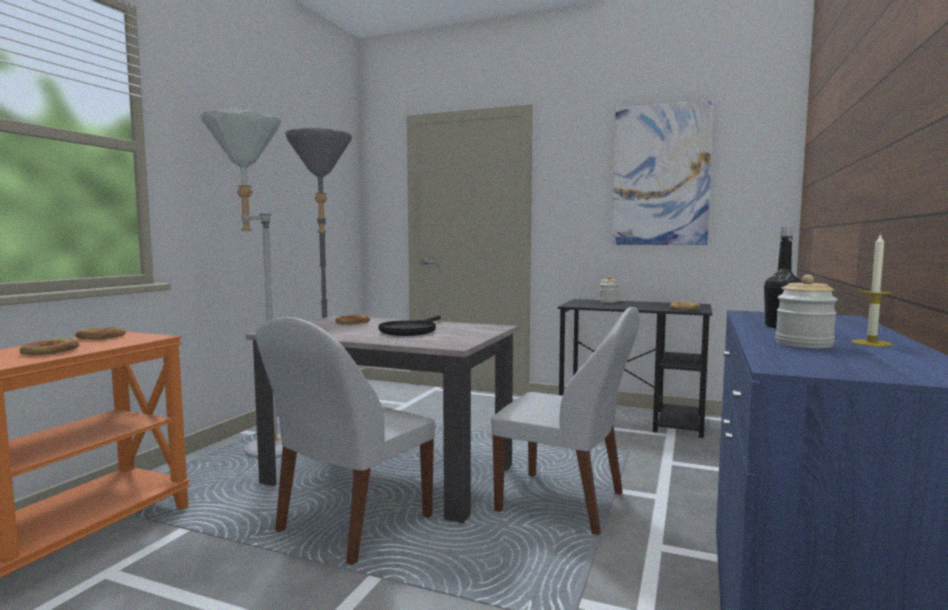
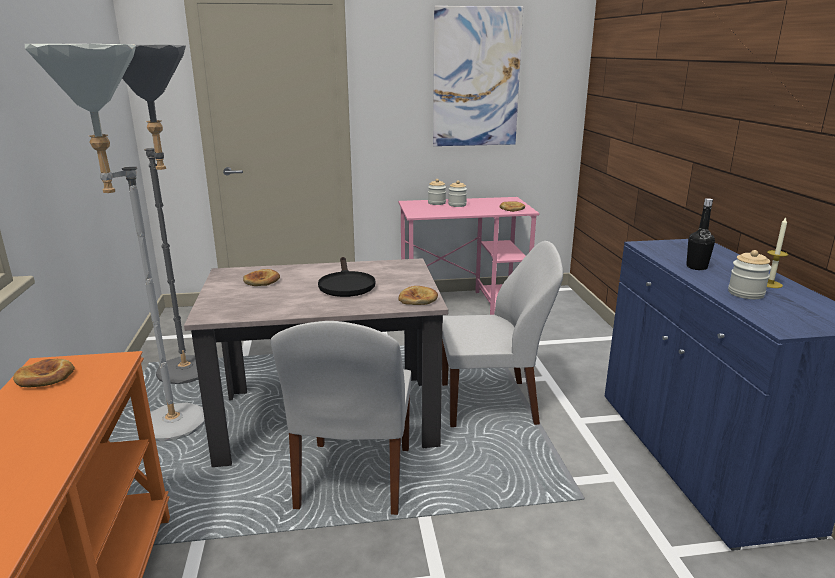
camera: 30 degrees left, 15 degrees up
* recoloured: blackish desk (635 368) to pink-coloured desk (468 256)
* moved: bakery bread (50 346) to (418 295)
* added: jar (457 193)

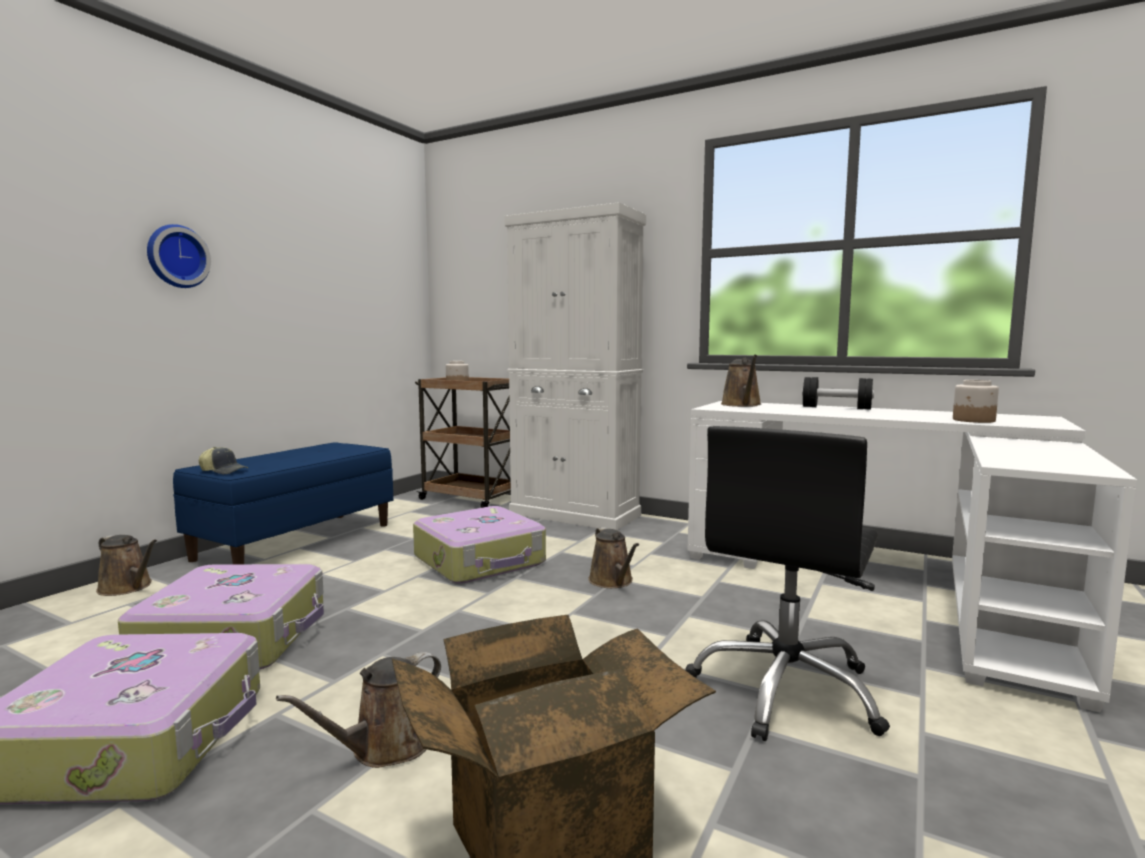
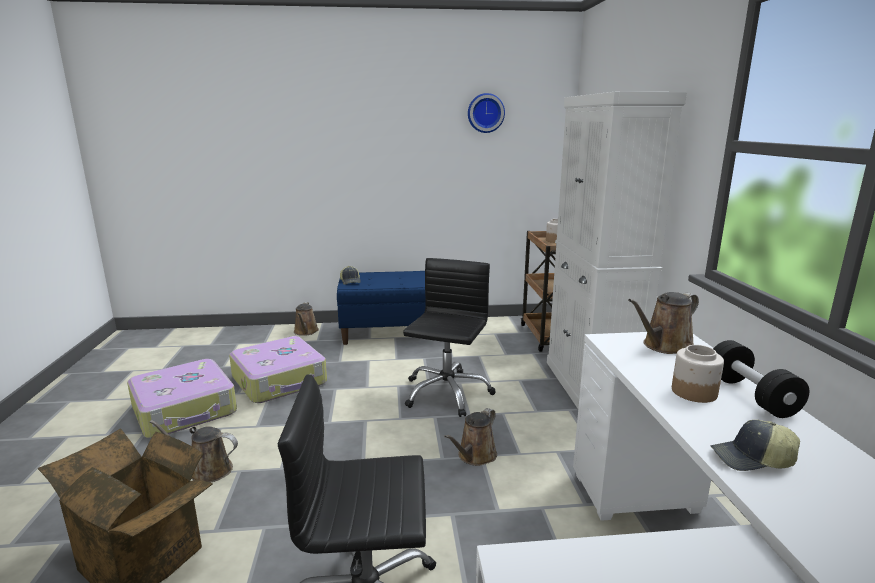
camera: 55 degrees right, 10 degrees up
* replaced: suitcase (479 545) to blackish desk chair (449 337)
* moved: clock on the wall (179 256) to (486 113)
* moved: jar (976 401) to (698 374)
* added: cap (755 445)

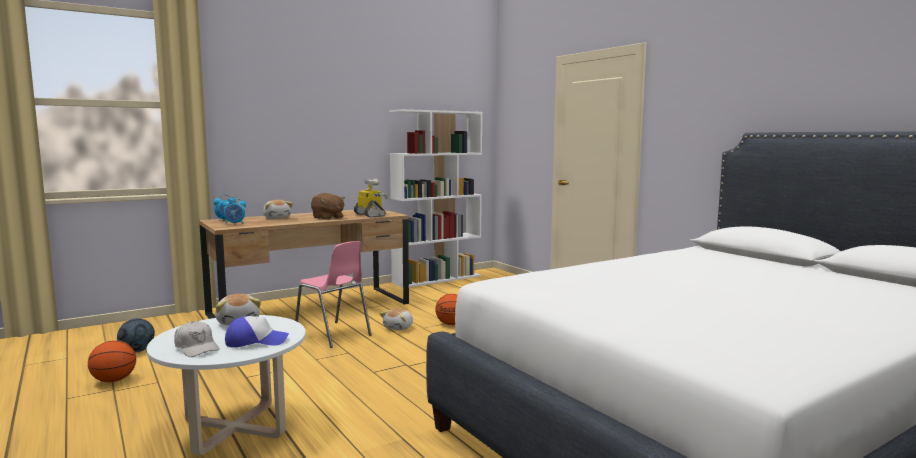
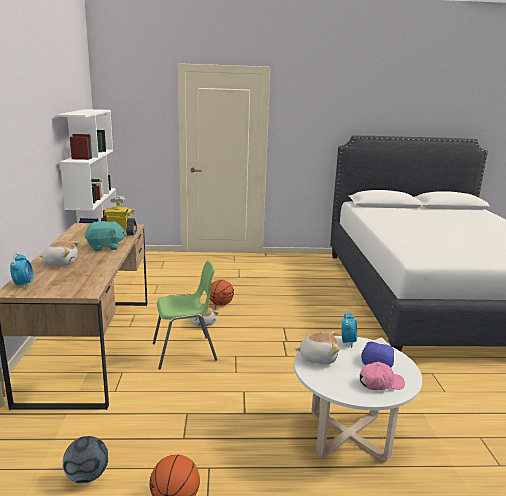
camera: 60 degrees left, 10 degrees up
* recoloured: brown-coloured cuddly toy (328 206) to turquoise-coloured cuddly toy (106 236)
* recoloured: pink-coloured chair (333 294) to green chair (185 315)
* moved: table clock (234 211) to (349 330)
* recoloured: white-coloured cap (197 339) to pink-coloured cap (382 376)

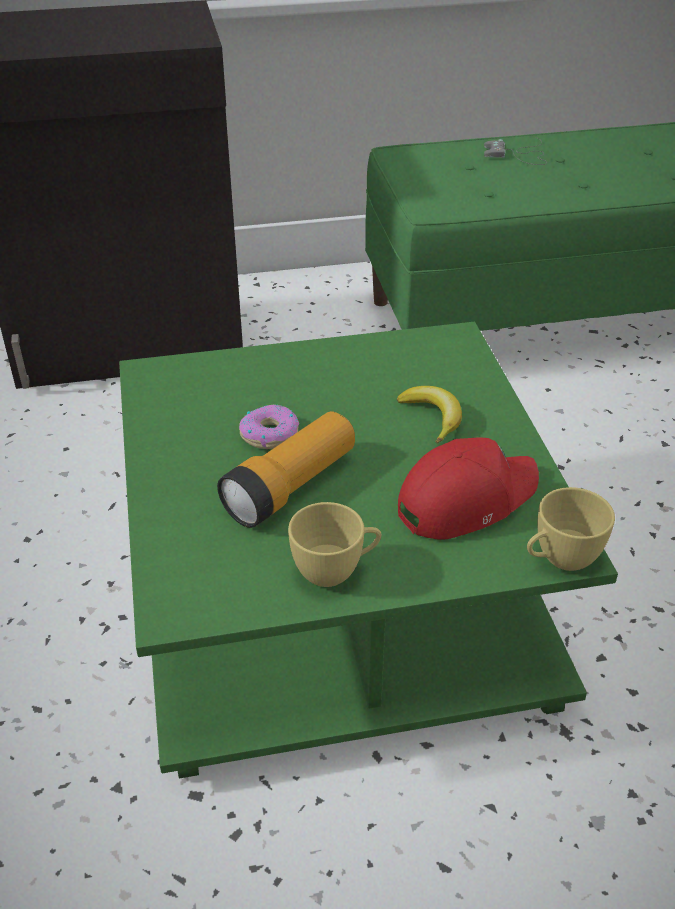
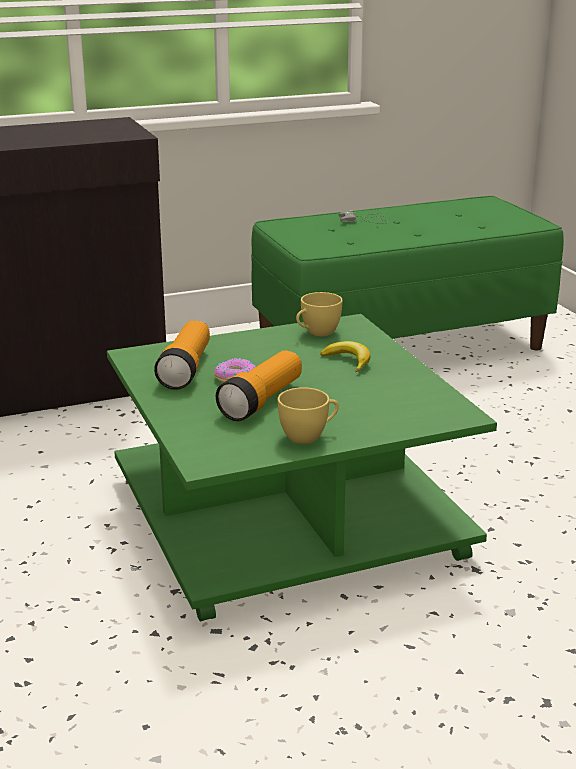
camera: 10 degrees left, 15 degrees down
* added: hand torch (182 355)
* moved: yellow cup (571 529) to (319 314)
* removed: reddish cap (468 488)

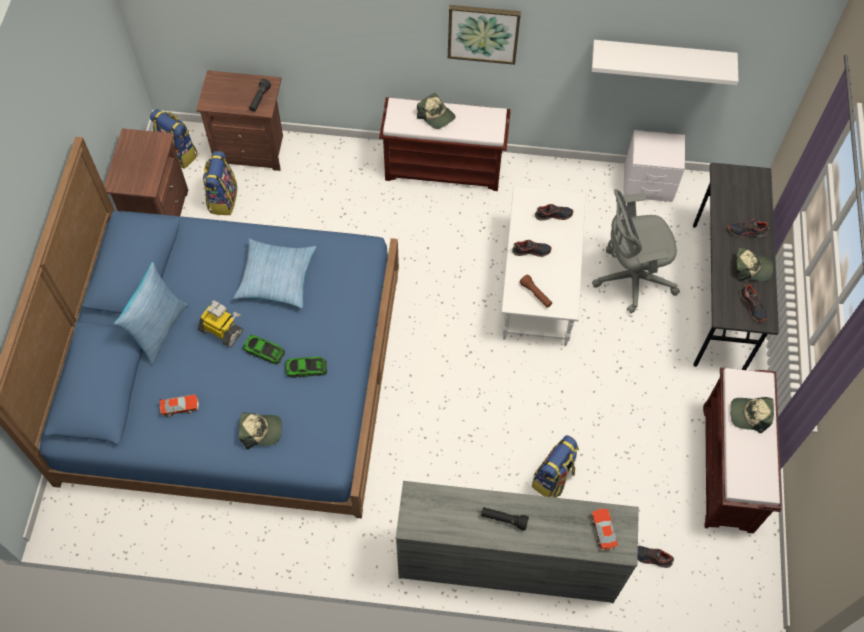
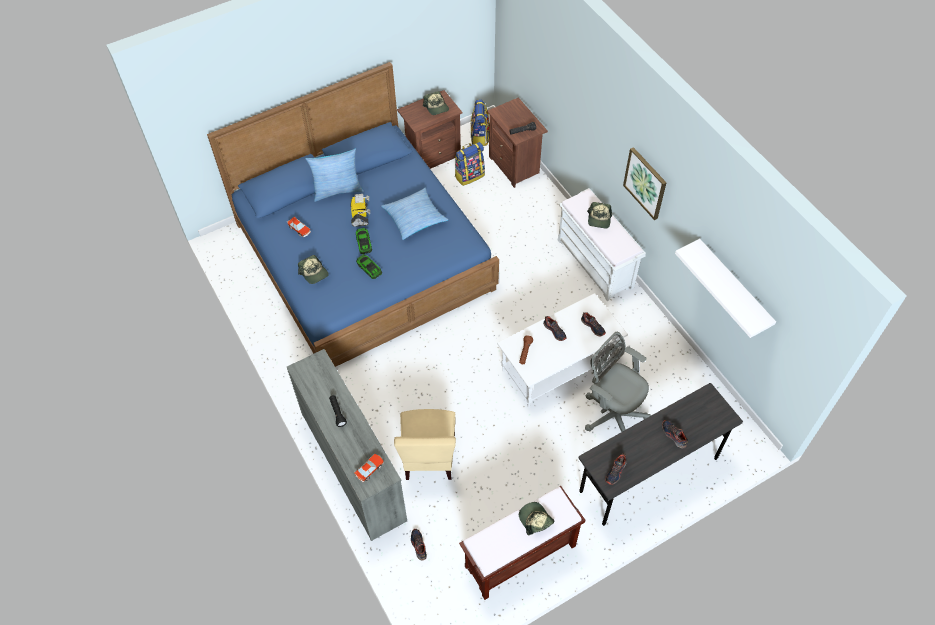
camera: 55 degrees right, 5 degrees down
* replaced: rucksack (555 466) to sand-coloured chair (425 444)
* moved: cap (754 264) to (436 103)
* recoloured: brown-coloured long seat (444 144) to white-coloured long seat (602 244)
* removed: white-coloured night table (654 166)

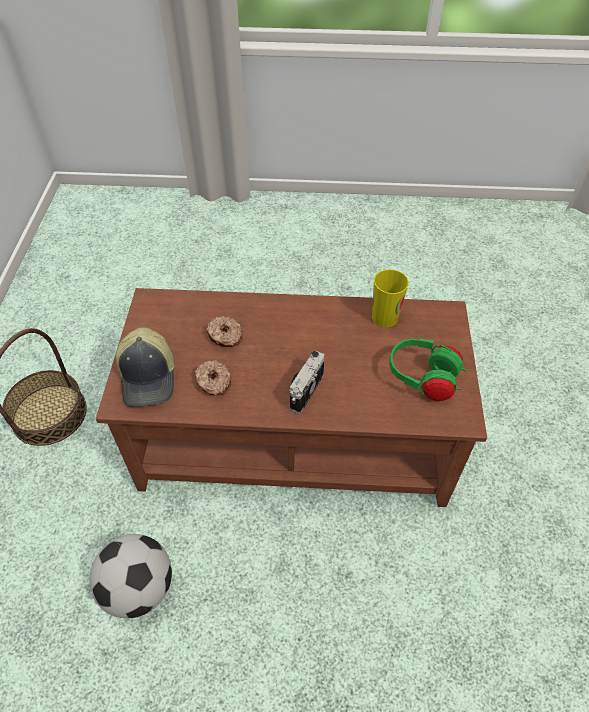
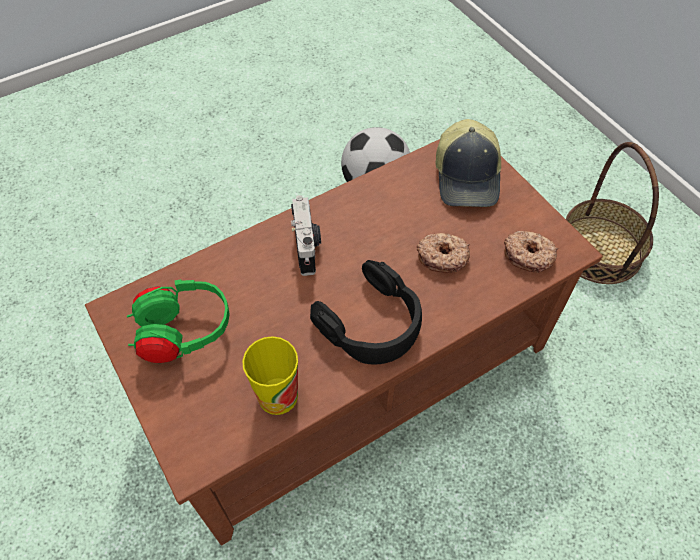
camera: 145 degrees right, 5 degrees up
* added: blackish pair of headphones (366 312)
* turned: cap (145 367) = (468 163) 135 degrees counterclockwise
* moved: donut (212 378) to (531 251)

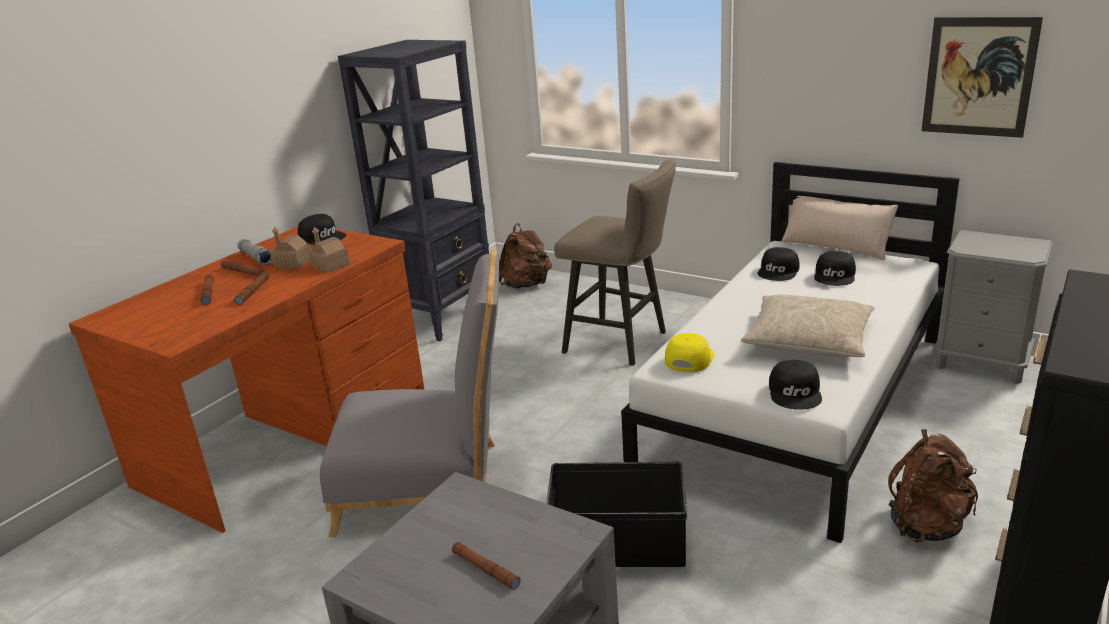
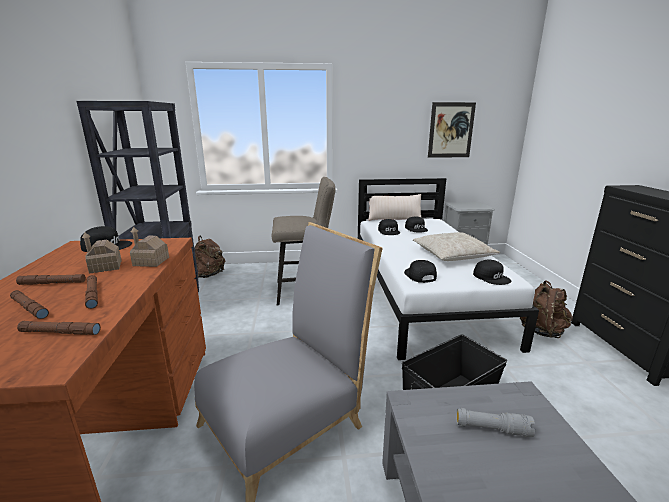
camera: 40 degrees left, 5 degrees down
* moved: brown-coloured hand torch (486 566) to (59 328)
* recoloured: yellow cap (690 352) to blackish cap (420 271)
* moved: greyish hand torch (255 252) to (495 422)

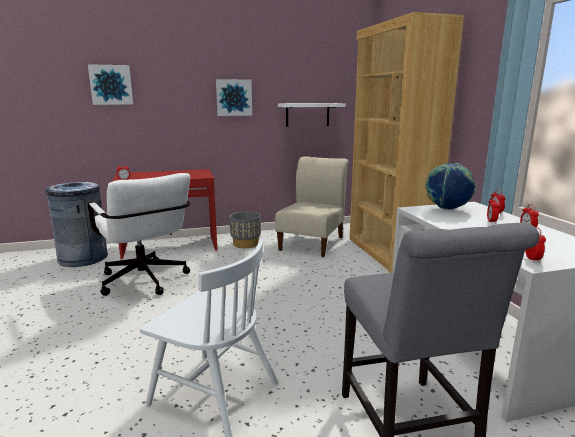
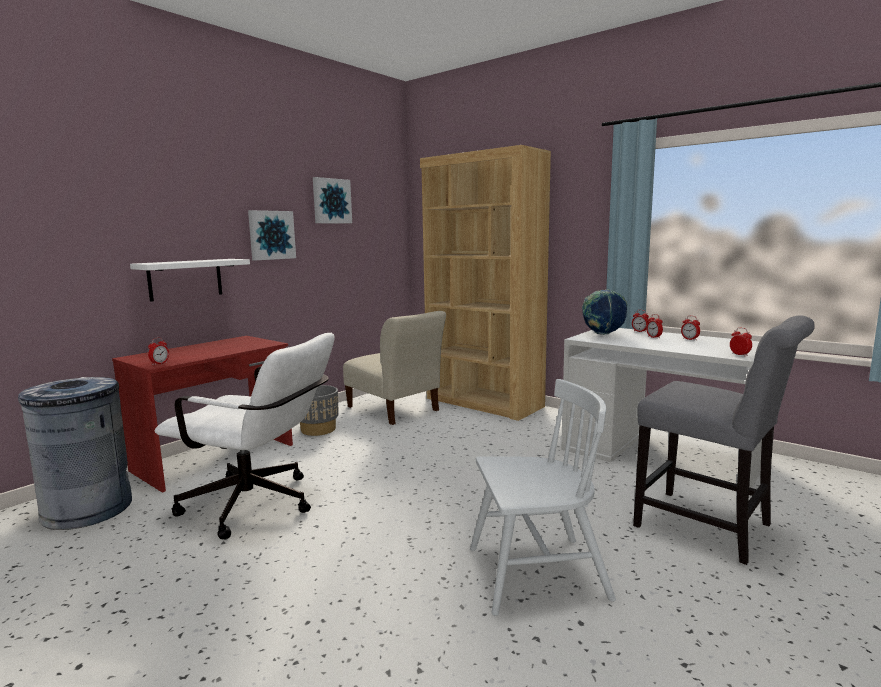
camera: 35 degrees left, 5 degrees down
* moved: white-coloured wall shelf (312 115) to (190 280)
* moved: picture (110 84) to (332 200)
* turned: sand-coloured chair (312 206) = (394 368) 150 degrees clockwise

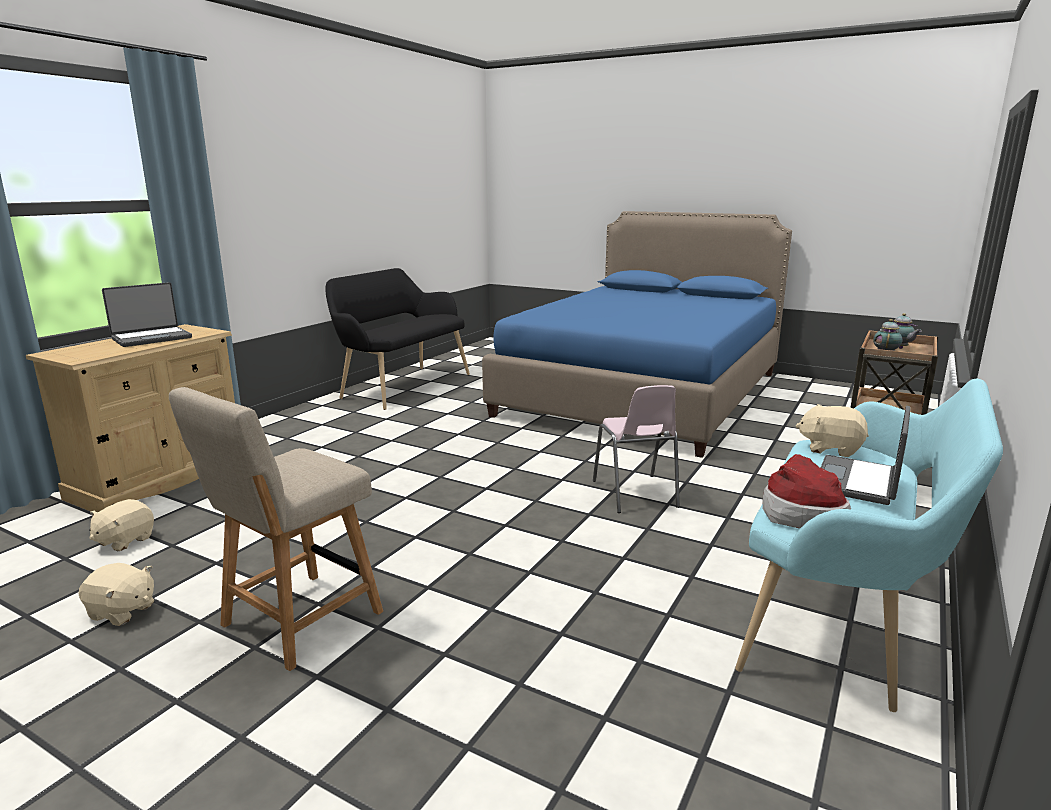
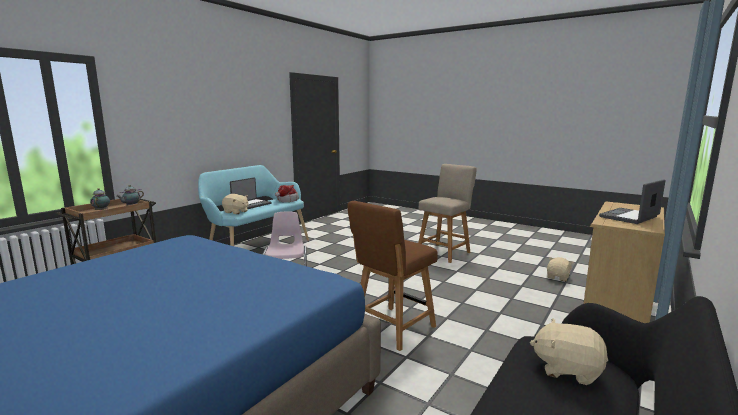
camera: 175 degrees left, 5 degrees down
* added: brown-coloured chair (392 276)
* moved: sand-coloured cuddly toy (116 594) to (569 351)

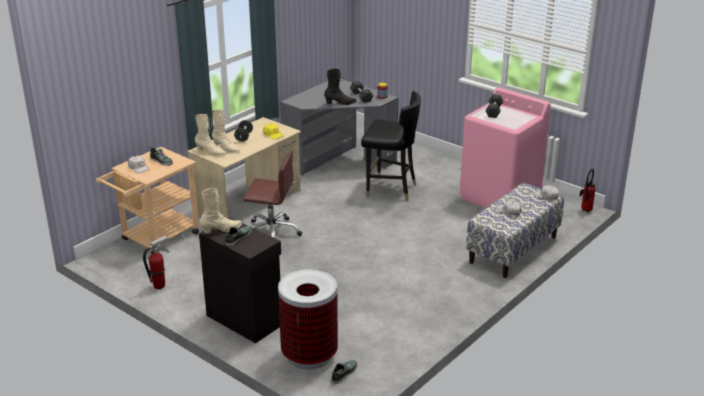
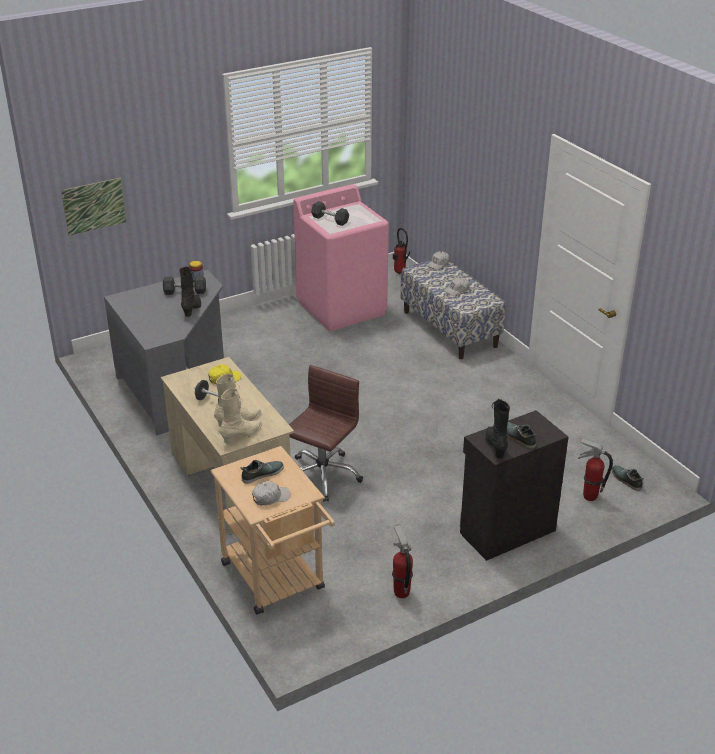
camera: 70 degrees left, 5 degrees up
* added: picture (93 207)
* recoloured: sand-coloured boot (221 210) to blackish boot (497 428)
* replaced: waste bin (308 319) to extinguisher (595 469)
* removed: blackish chair (391 146)

